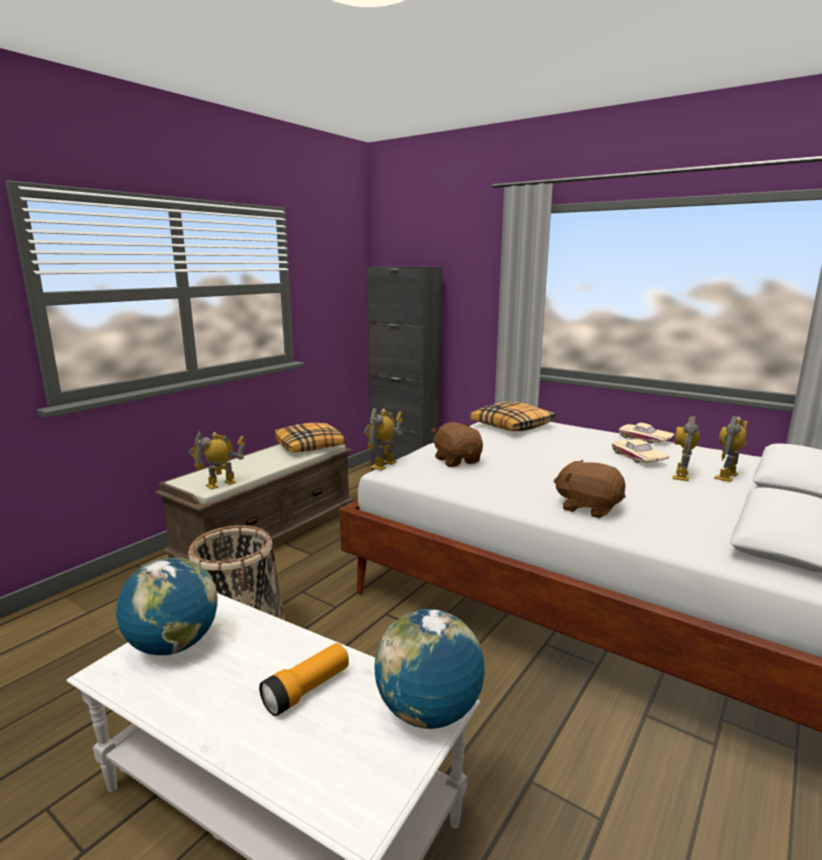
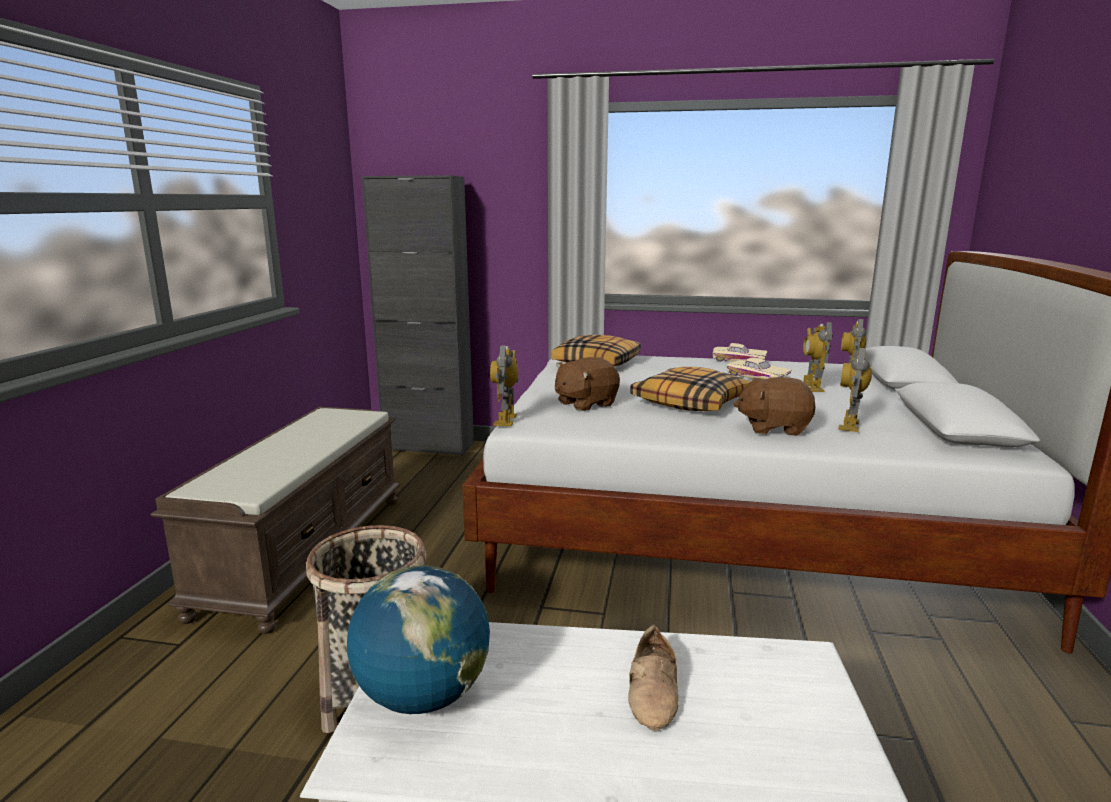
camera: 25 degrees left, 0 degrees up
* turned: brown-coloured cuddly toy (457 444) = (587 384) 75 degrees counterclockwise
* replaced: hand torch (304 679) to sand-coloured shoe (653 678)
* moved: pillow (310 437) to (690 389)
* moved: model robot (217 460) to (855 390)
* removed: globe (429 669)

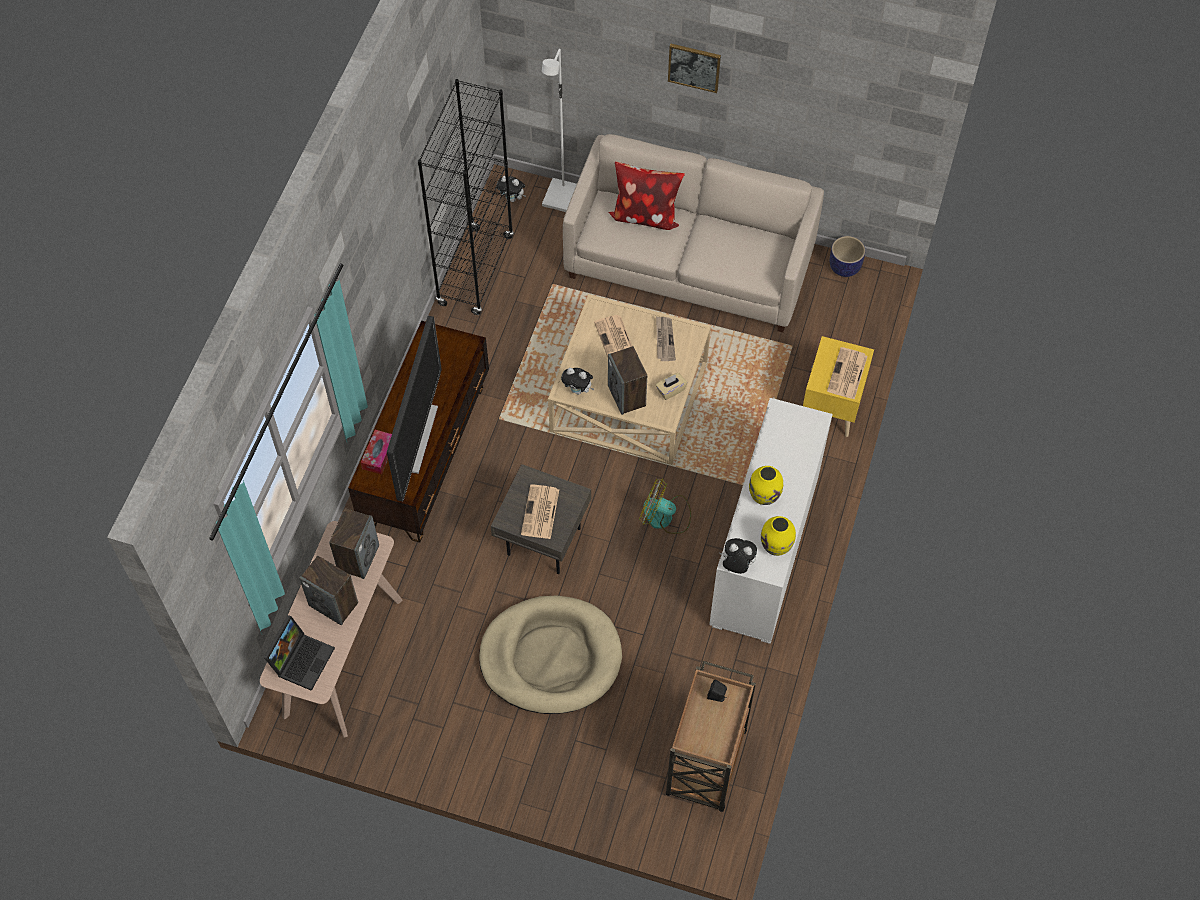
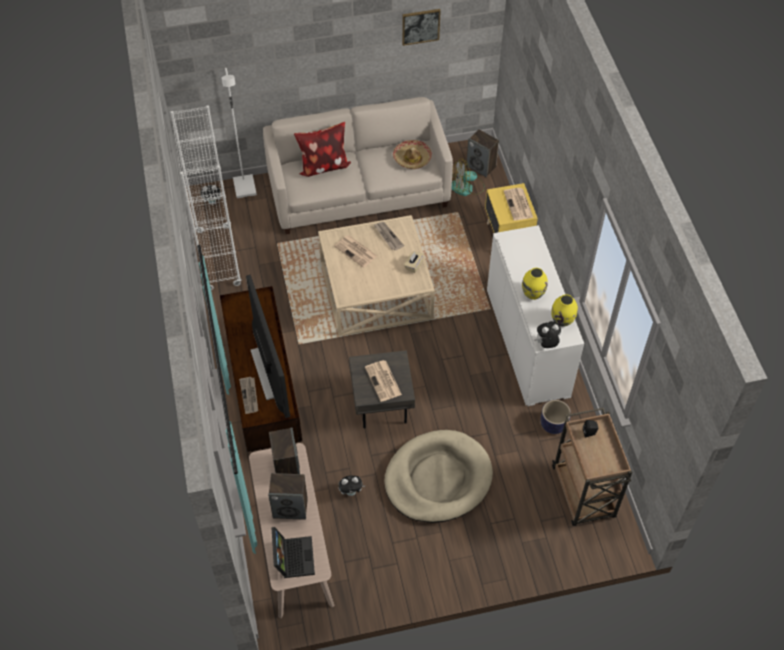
camera: 30 degrees left, 5 degrees down
* recoloured: blackish bookshelf (466 197) to white-coloured bookshelf (206 197)
* replaced: box of tissues (376 452) to newspaper (248 395)
* moved: cuddly toy (577 381) to (352 485)
* added: wearable hat (412 154)
* moved: picture (694 68) to (421 27)
* moved: fan (665 506) to (468 178)
* moved: audio speaker (627 380) to (482 153)
* moved: flower pot (847 256) to (556 417)

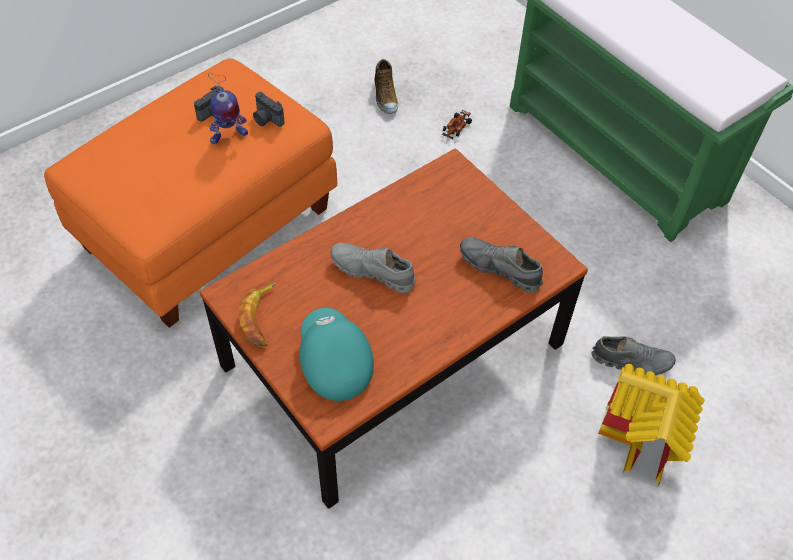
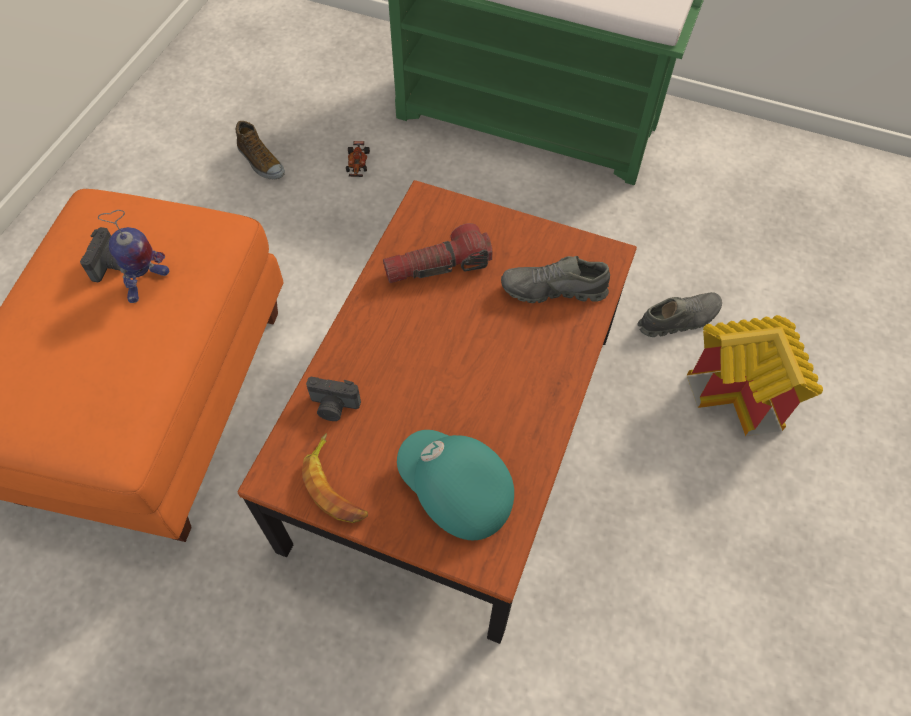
camera: 30 degrees left, 5 degrees up
* moved: photo camera (269 109) to (333 399)
* added: hand torch (437 253)
* removed: greyish shoe (373 268)

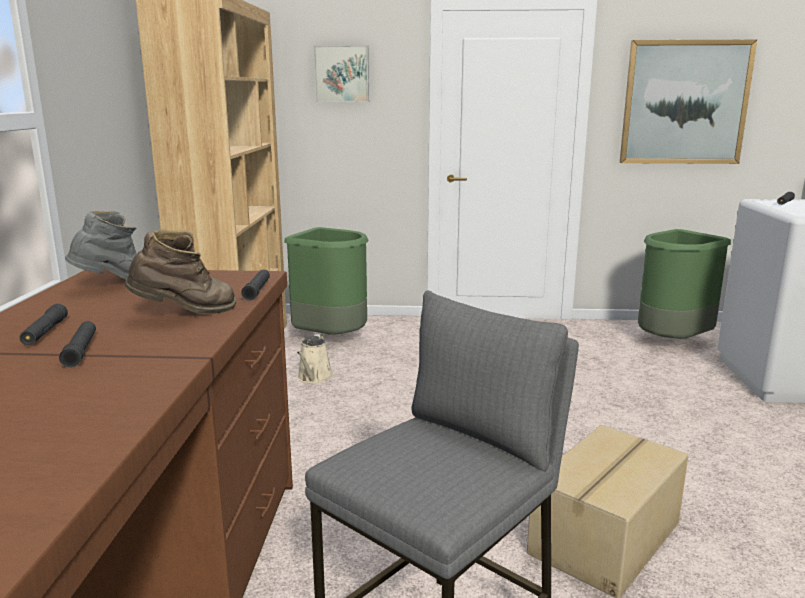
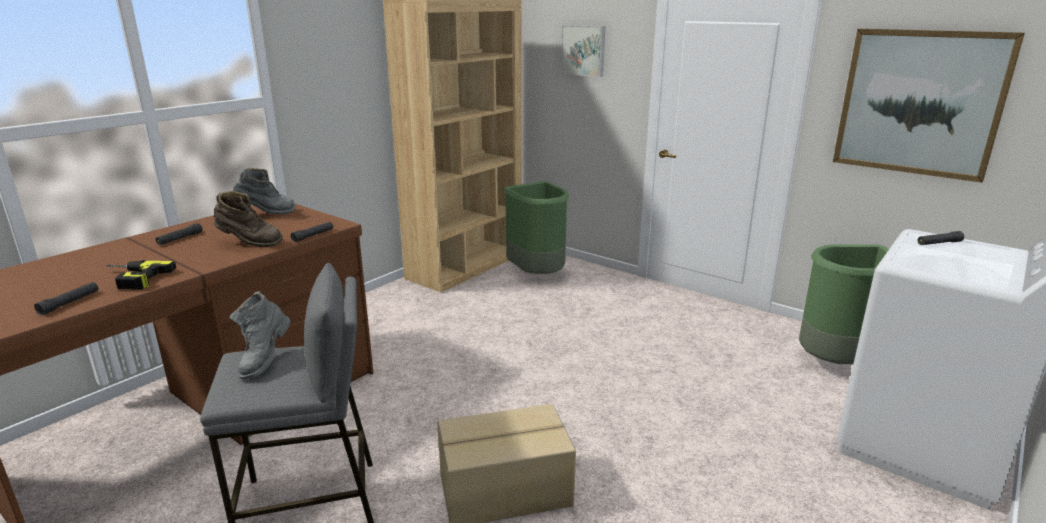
camera: 35 degrees right, 5 degrees up
* moved: blackish hand torch (77 344) to (66 298)
* added: electric drill (141 274)
* added: greyish boot (260 335)
* removed: sand-coloured watering pot (315 358)

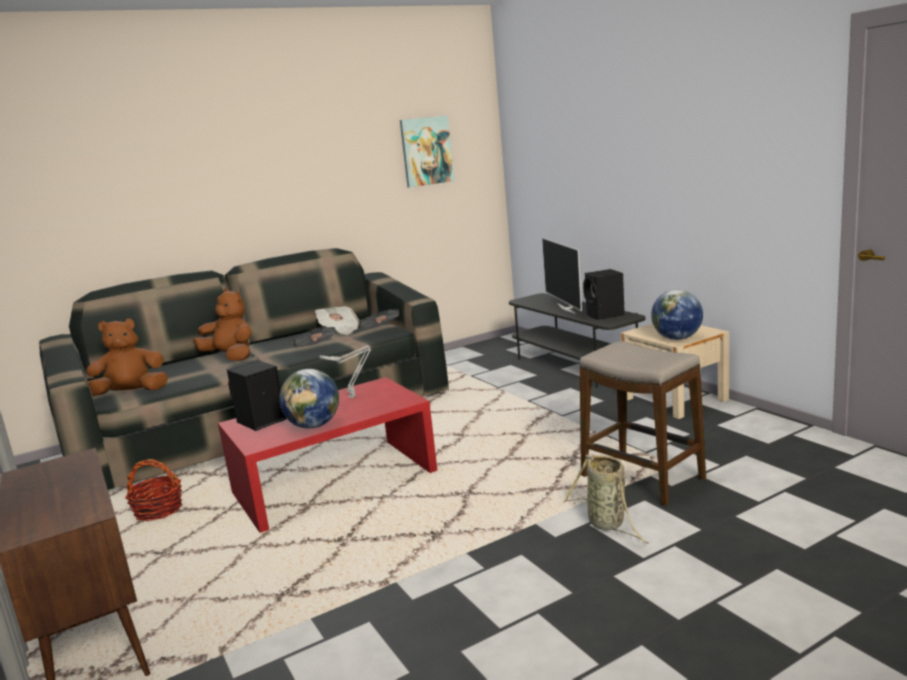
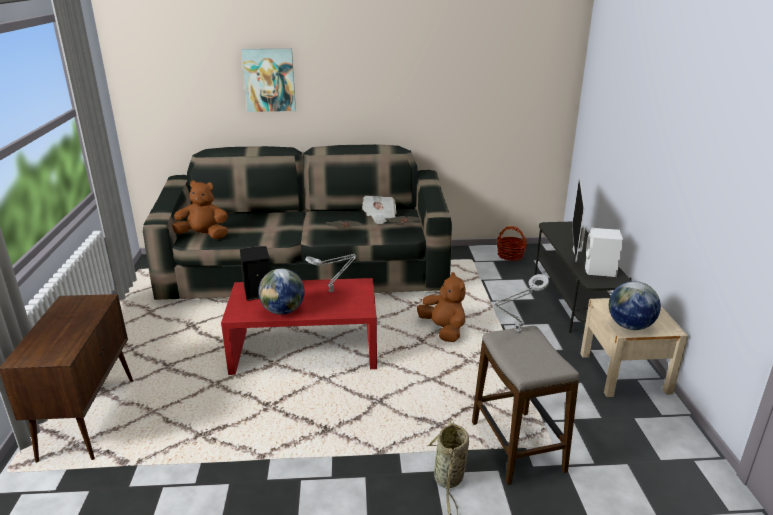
camera: 25 degrees right, 10 degrees up
* moved: picture (427 151) to (268 80)
* moved: brown-coloured cuddly toy (222 325) to (441 307)
* added: greyish tabletop lamp (521 303)
* moved: basket (154 490) to (512 243)
* recoloured: blackish audio speaker (604 294) to white-coloured audio speaker (604 252)

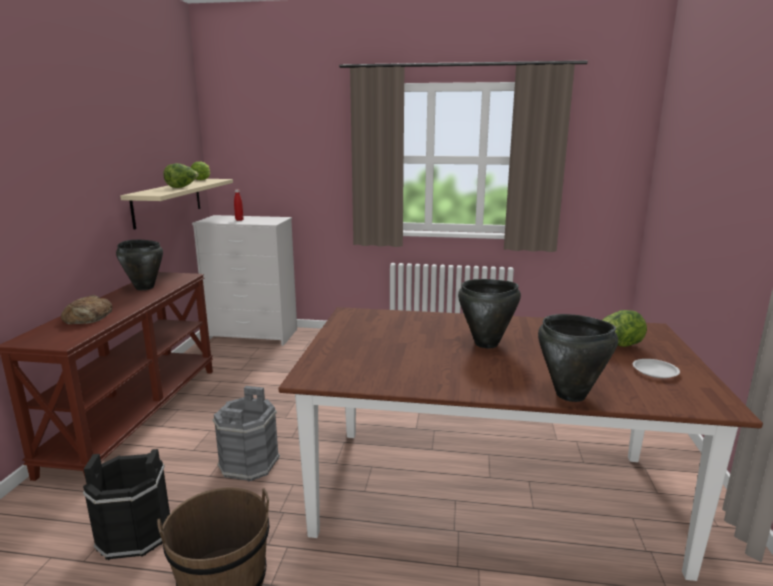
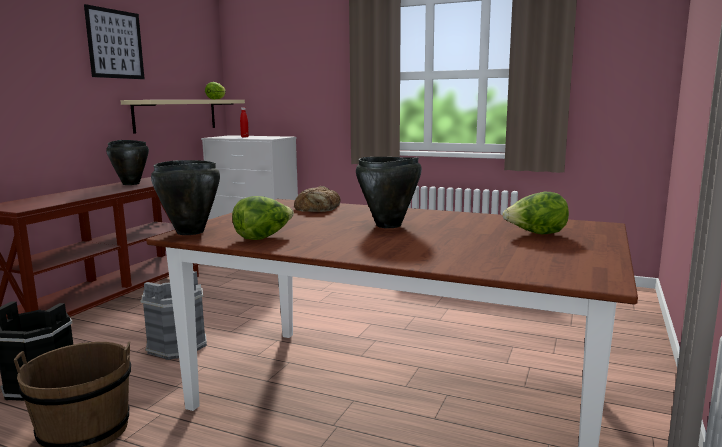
camera: 15 degrees right, 5 degrees down
* added: picture (114 41)
* moved: blackish stockpot (578 358) to (185 197)
* moved: lettuce head (180 175) to (263 218)
* moved: bakery bread (87 309) to (317 199)
* removed: white-coloured plate (656 368)

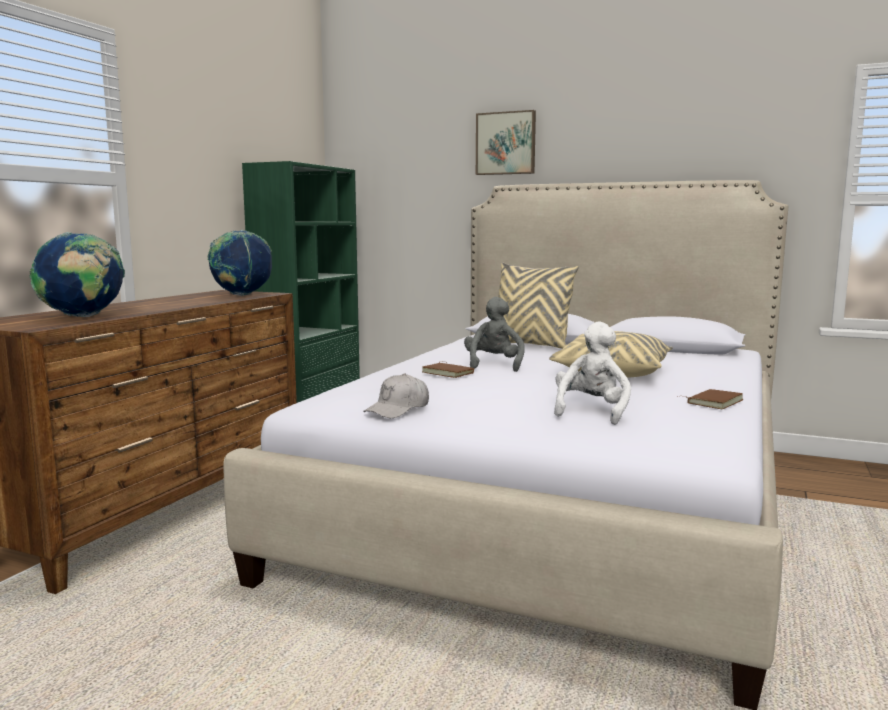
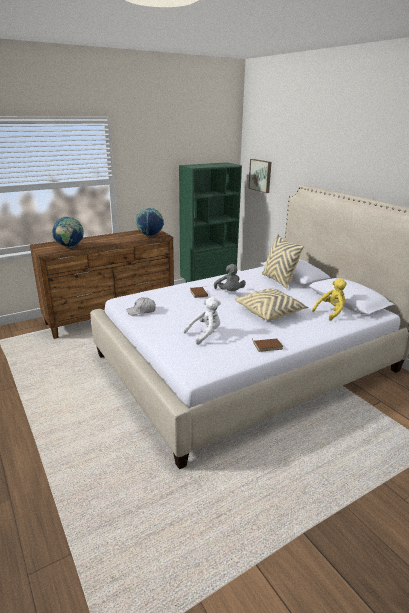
camera: 35 degrees right, 15 degrees up
* turned: greyish cuddly toy (494 334) = (230 277) 120 degrees clockwise
* moved: picture (506 142) to (259 176)
* added: yellow cuddly toy (329 299)

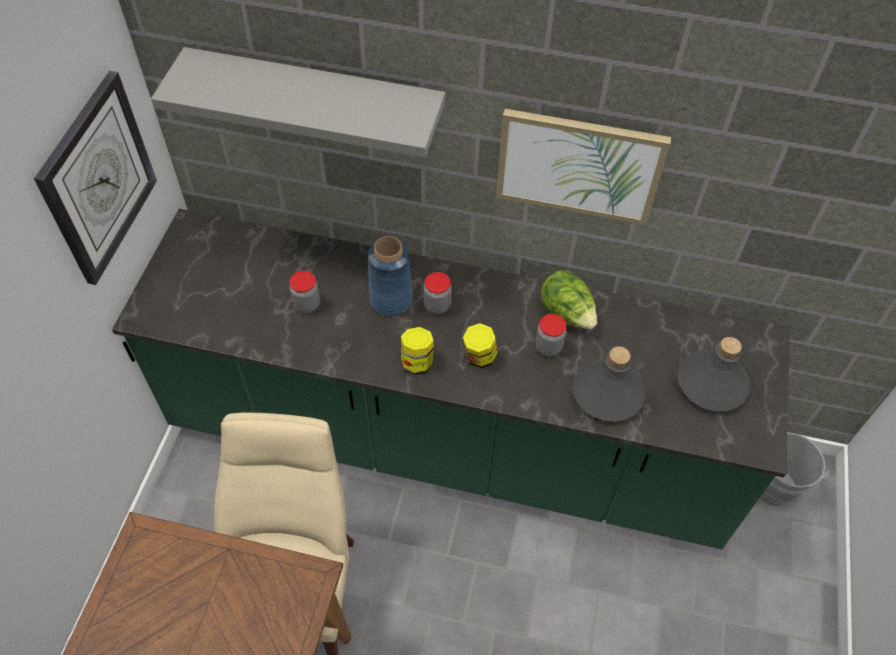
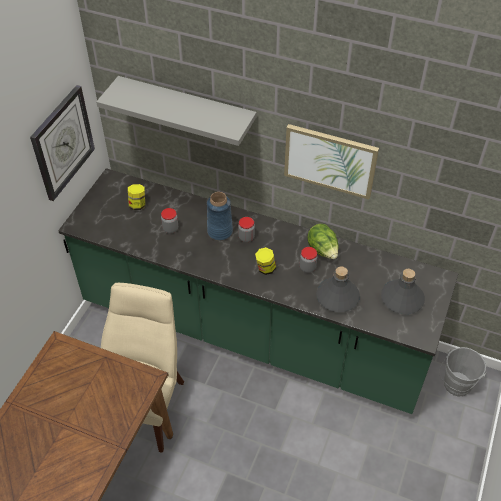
camera: 10 degrees right, 5 degrees down
* moved: jar (417 351) to (136 197)

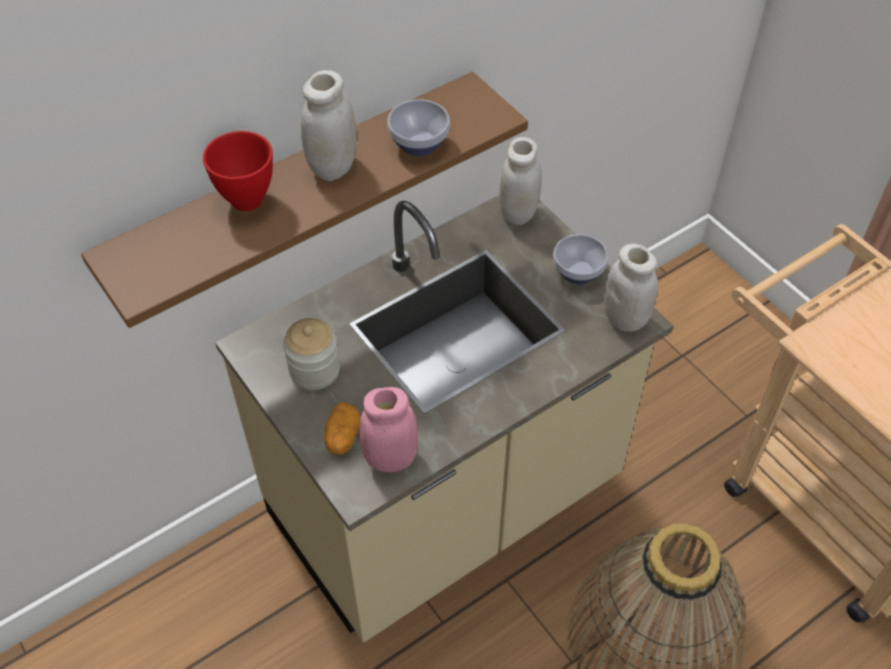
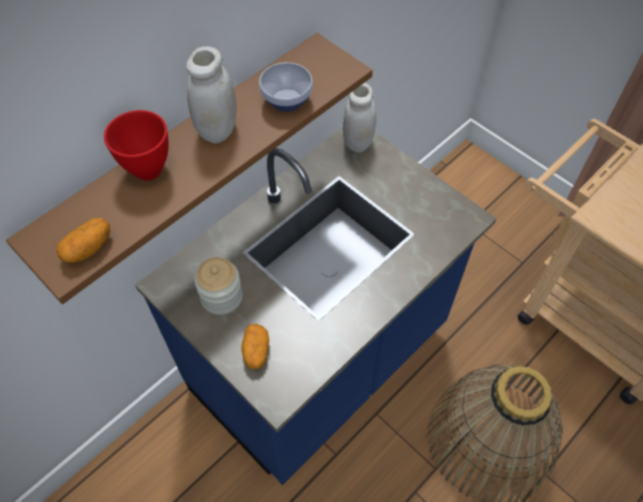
camera: 10 degrees left, 5 degrees up
* added: whole potato (83 240)
* recoloured: sand-coloured counter (444 419) to bluish counter (316 306)
* removed: pink-coloured jar (388 429)
* removed: serving bowl (580 259)
* removed: white-coloured jar (631 287)

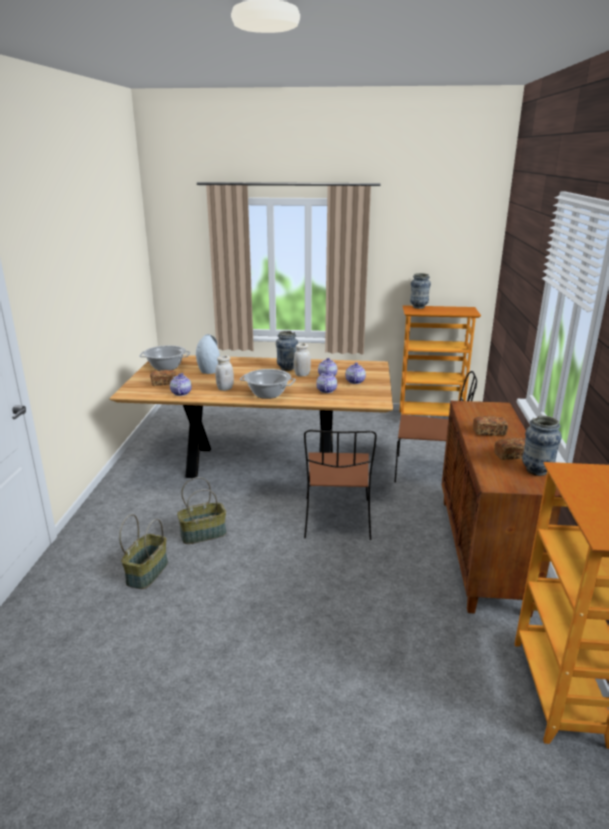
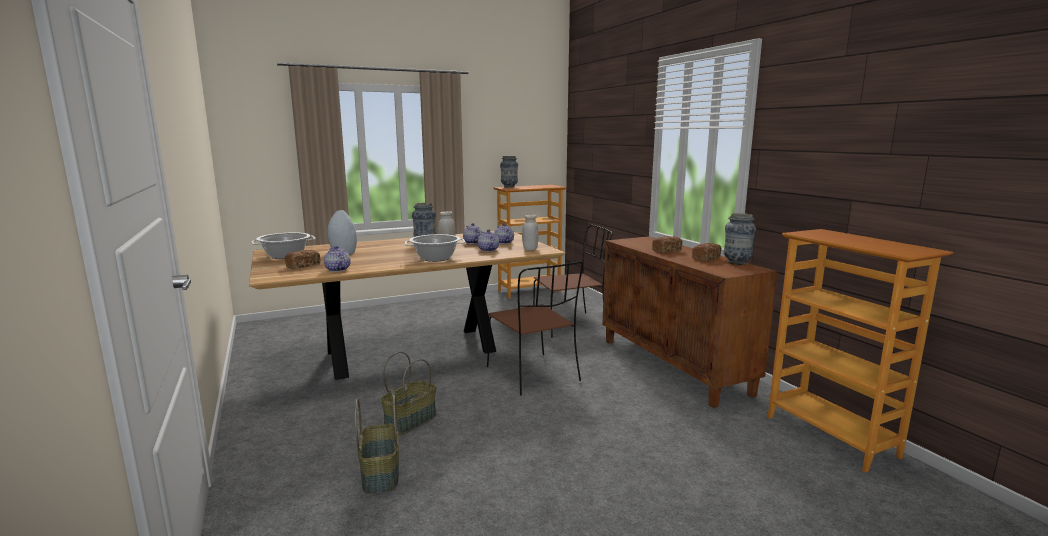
camera: 30 degrees left, 10 degrees down
* moved: white-coloured jar (224 373) to (530 232)

